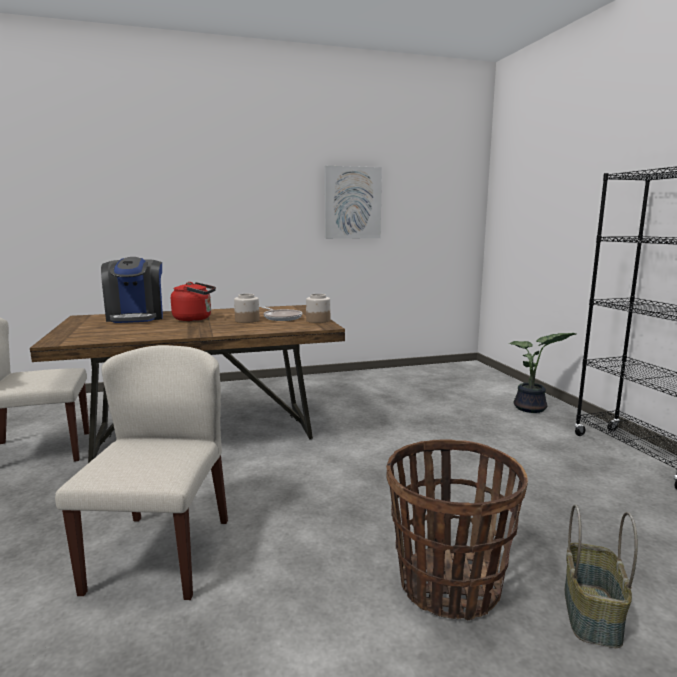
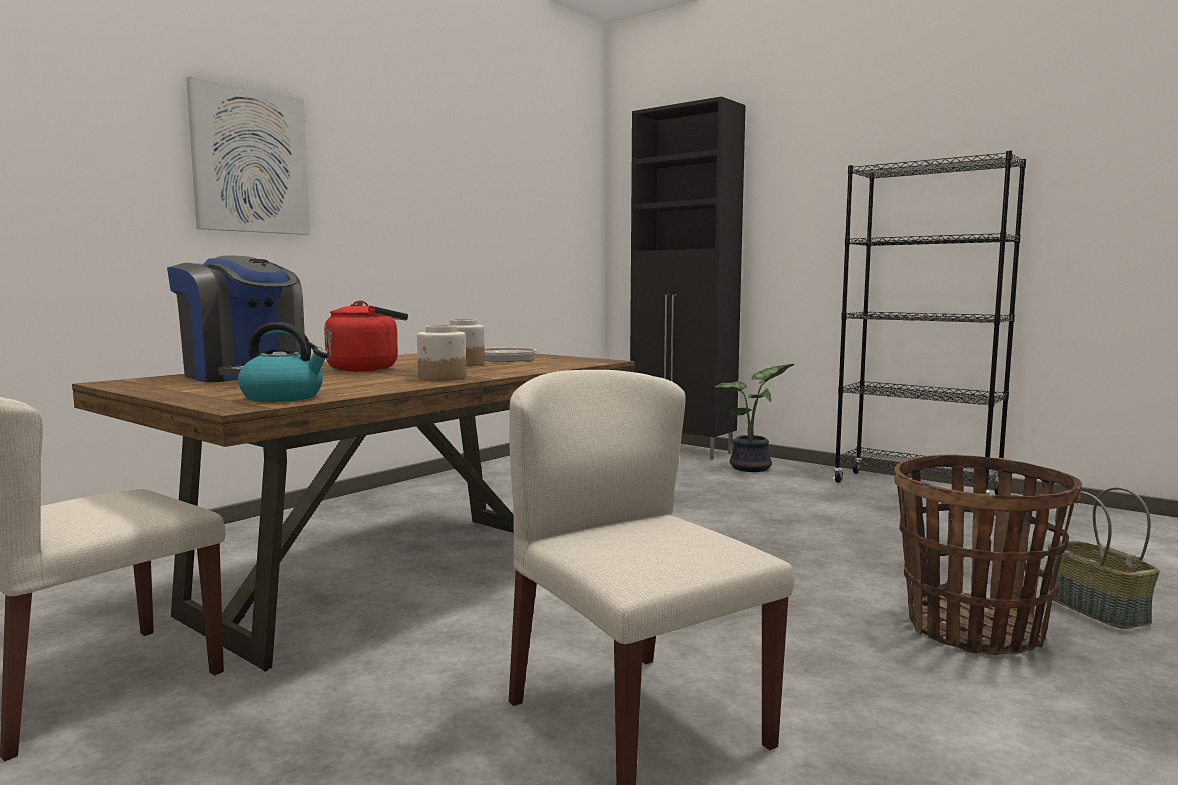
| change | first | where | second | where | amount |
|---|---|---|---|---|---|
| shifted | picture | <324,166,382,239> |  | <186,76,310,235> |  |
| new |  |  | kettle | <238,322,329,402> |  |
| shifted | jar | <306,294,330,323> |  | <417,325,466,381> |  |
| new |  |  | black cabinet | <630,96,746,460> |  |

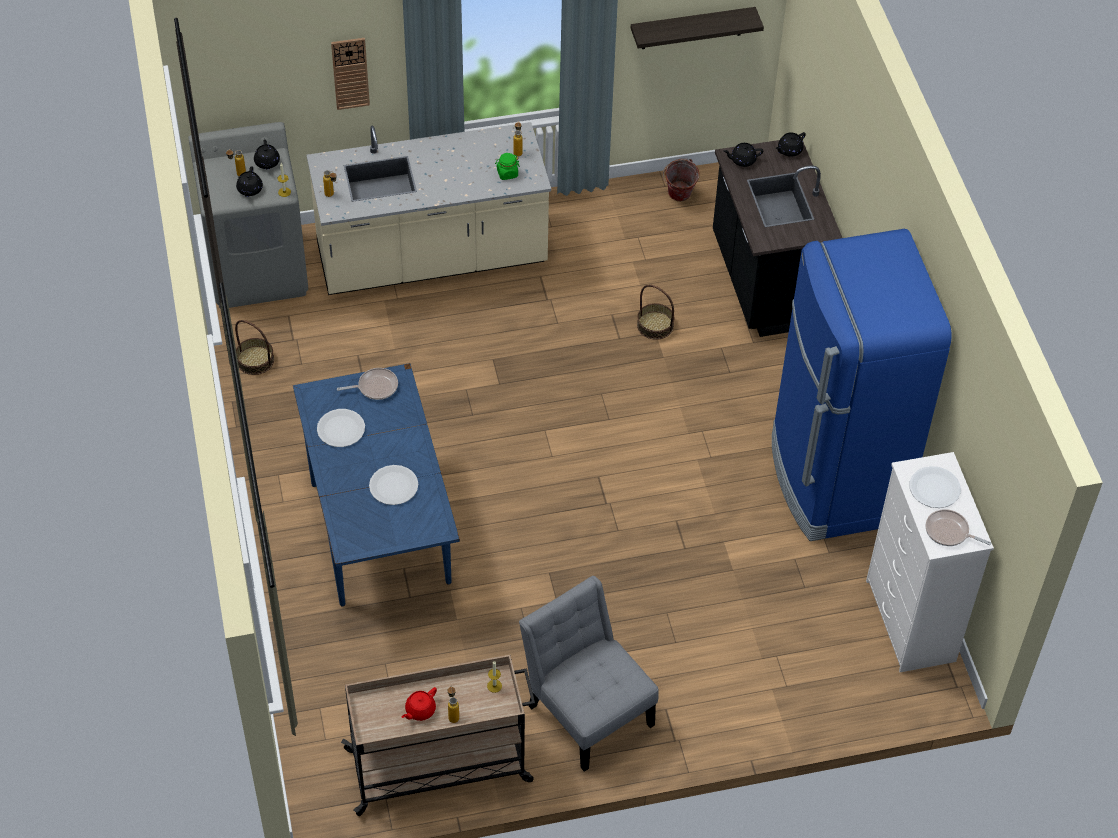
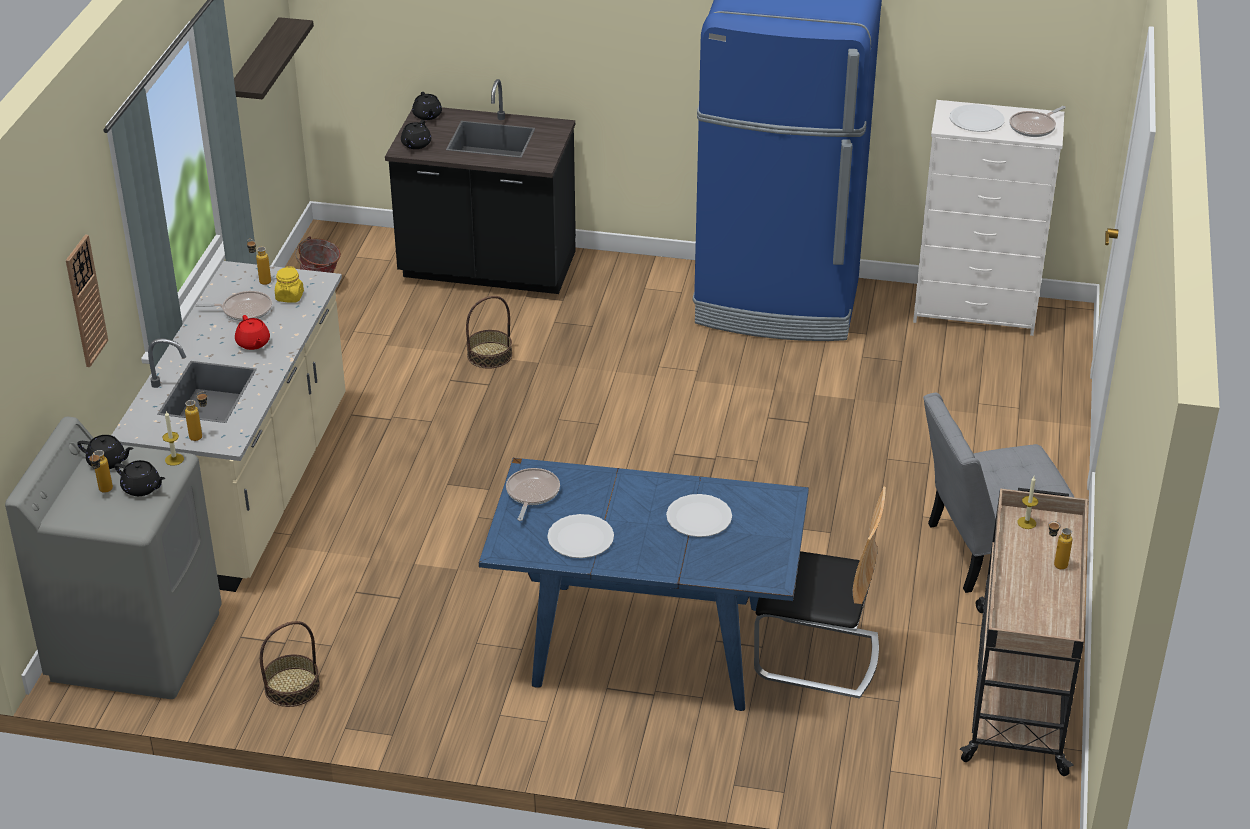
| change | first | where | second | where | amount |
|---|---|---|---|---|---|
| new |  |  | frying pan | <195,291,272,321> |  |
| shifted | red teapot | <402,687,437,721> |  | <235,315,270,350> |  |
| repainted | green jar | <495,153,520,180> | yellow jar | <275,266,304,303> |  |
| new |  |  | chair | <754,487,886,699> |  |

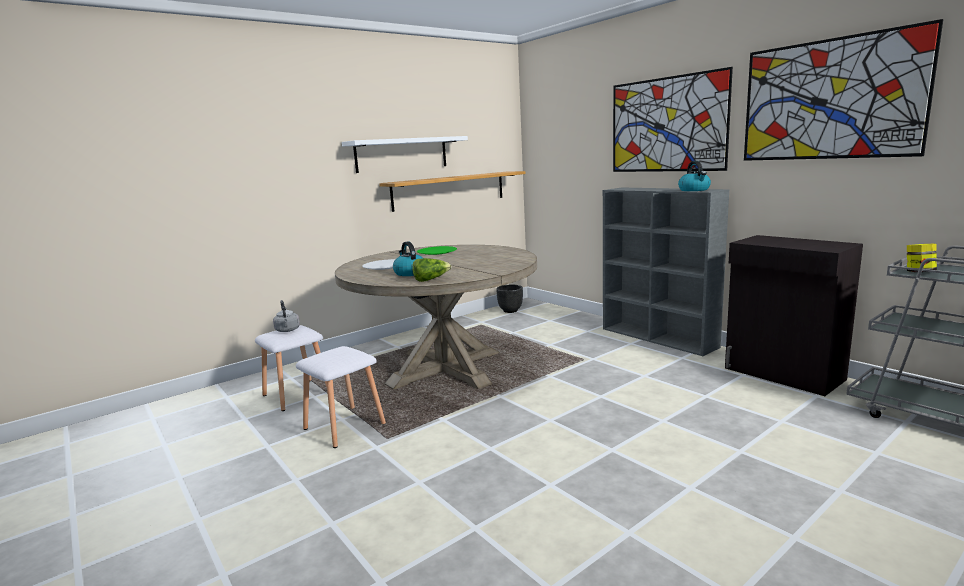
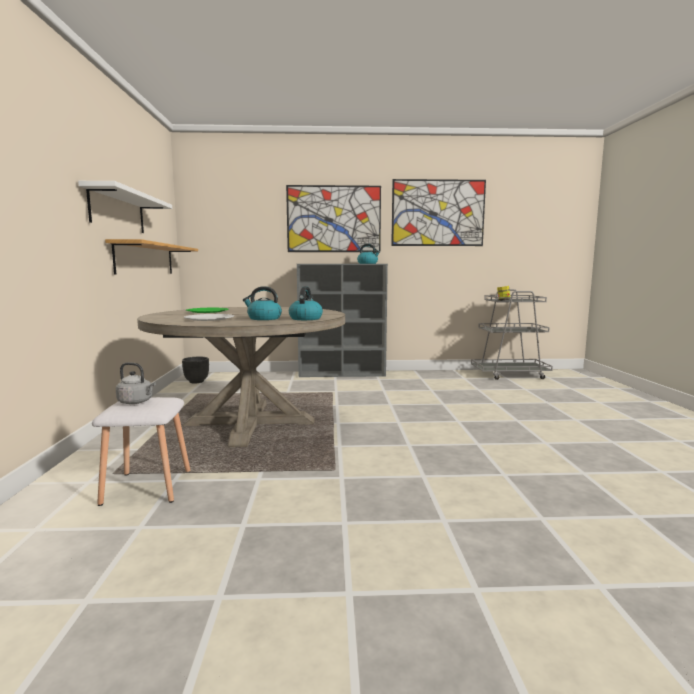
| change | first | where | second | where | amount |
|---|---|---|---|---|---|
| swapped | lettuce | <412,258,452,282> | kettle | <289,286,323,320> |  |
| gone | white stool | <296,346,386,448> |  |  |  |
| gone | black cabinet | <725,235,863,396> |  |  |  |

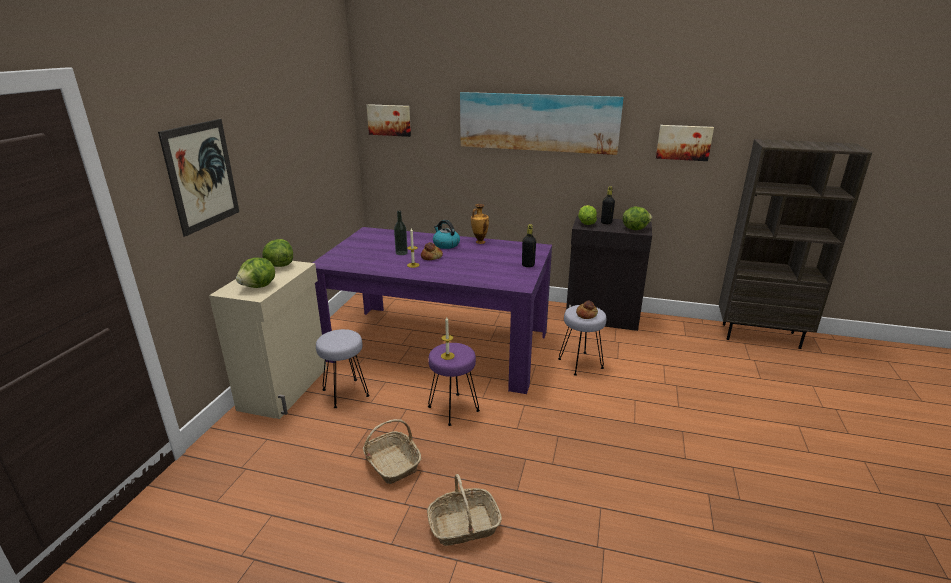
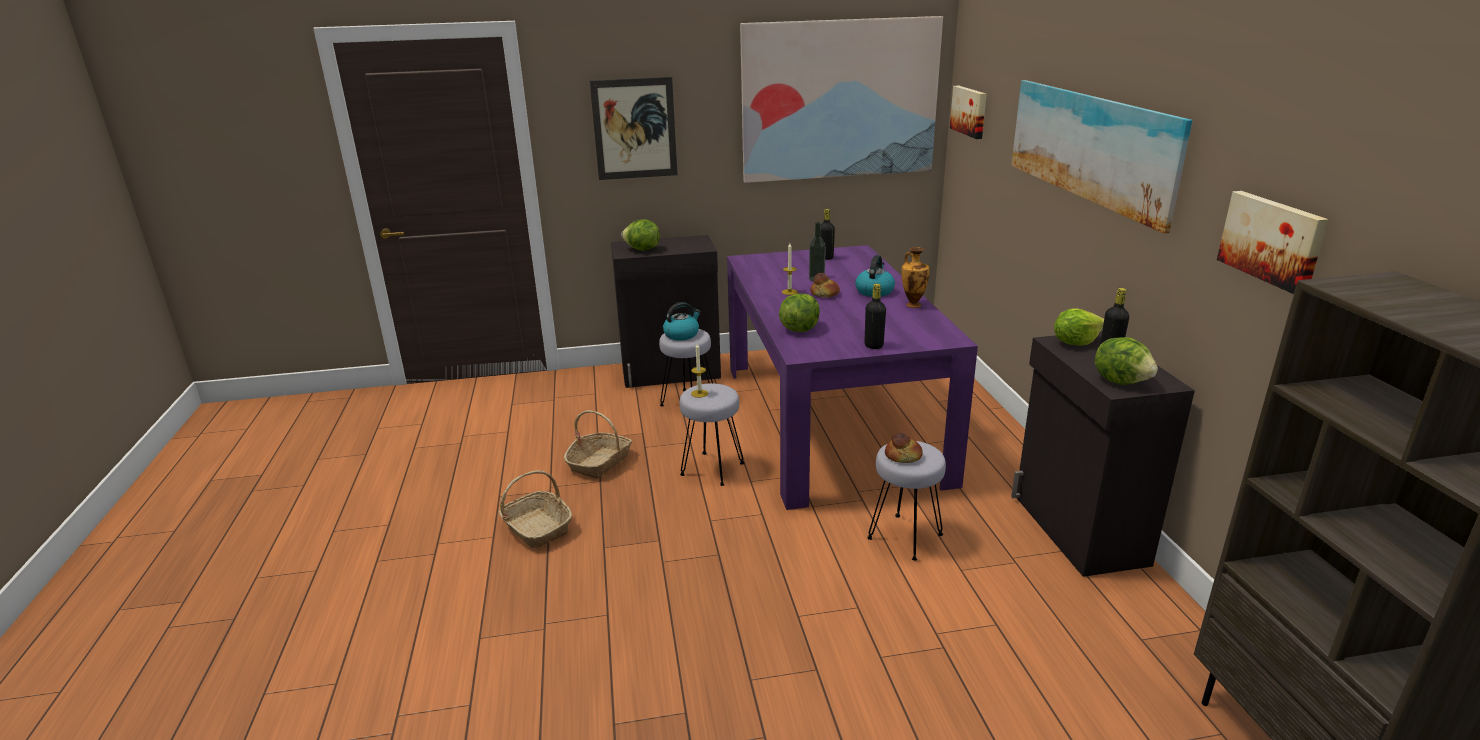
| change | first | where | second | where | amount |
|---|---|---|---|---|---|
| repainted | beige cabinet | <209,261,327,419> | black cabinet | <611,235,721,388> |  |
| new |  |  | kettle | <663,302,701,341> |  |
| repainted | purple stool | <428,343,480,426> | grey stool | <679,383,744,486> |  |
| new |  |  | picture | <740,16,943,183> |  |
| shifted | lettuce | <262,239,293,267> |  | <779,294,820,332> |  |
| new |  |  | black bottle | <821,209,835,260> |  |

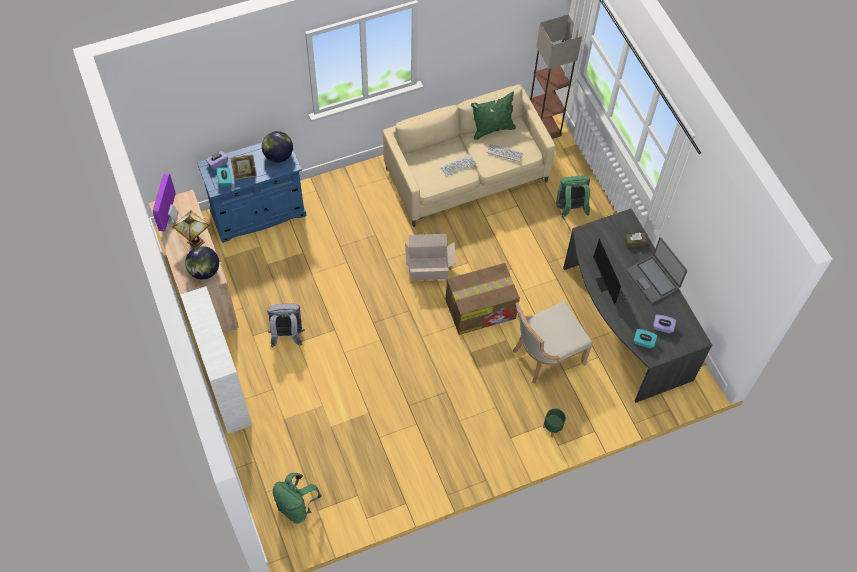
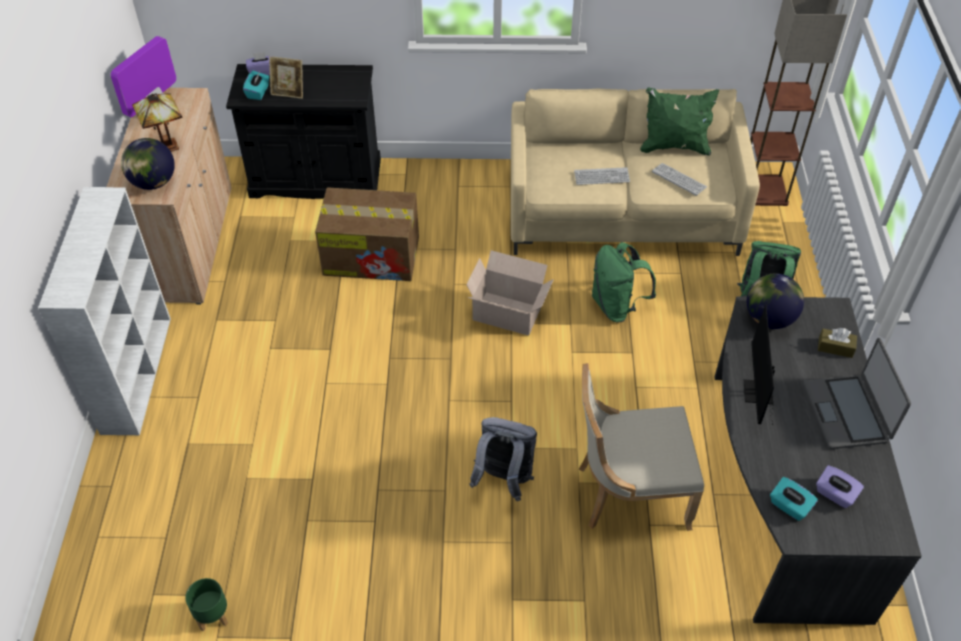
| change | first | where | second | where | amount |
|---|---|---|---|---|---|
| shifted | green planter | <543,409,566,437> |  | <185,578,228,631> |  |
| repainted | blue cabinet | <197,143,306,243> | black cabinet | <226,64,381,199> |  |
| shifted | cardboard box | <445,263,520,335> |  | <315,187,419,281> |  |
| shifted | grey backpack | <267,303,305,347> |  | <469,417,537,501> |  |
| shifted | green backpack | <273,473,322,524> |  | <592,242,656,322> |  |
| shifted | globe | <262,131,293,163> |  | <747,273,804,329> |  |

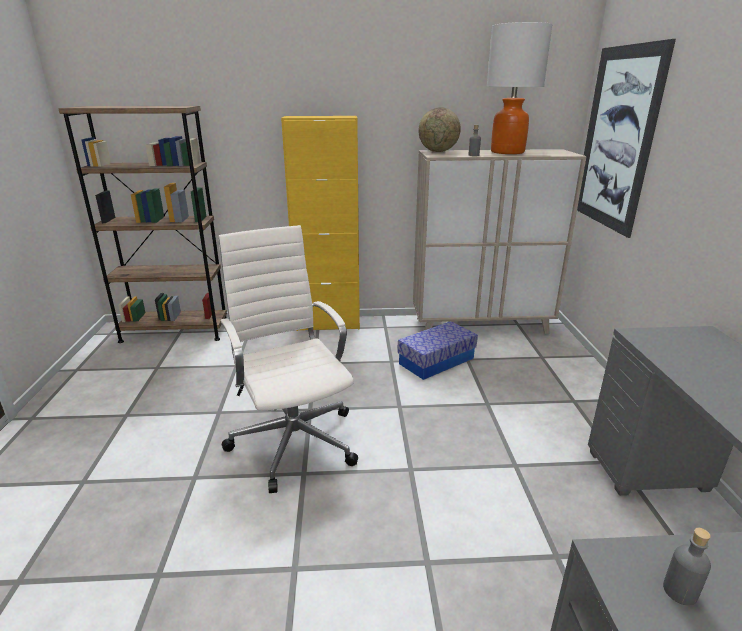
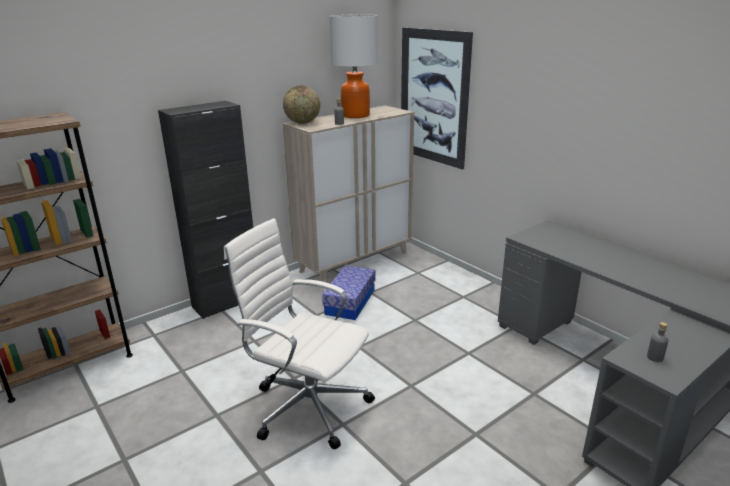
| change | first | where | second | where | amount |
|---|---|---|---|---|---|
| repainted | yellow cabinet | <281,116,360,331> | black cabinet | <158,101,253,319> |  |

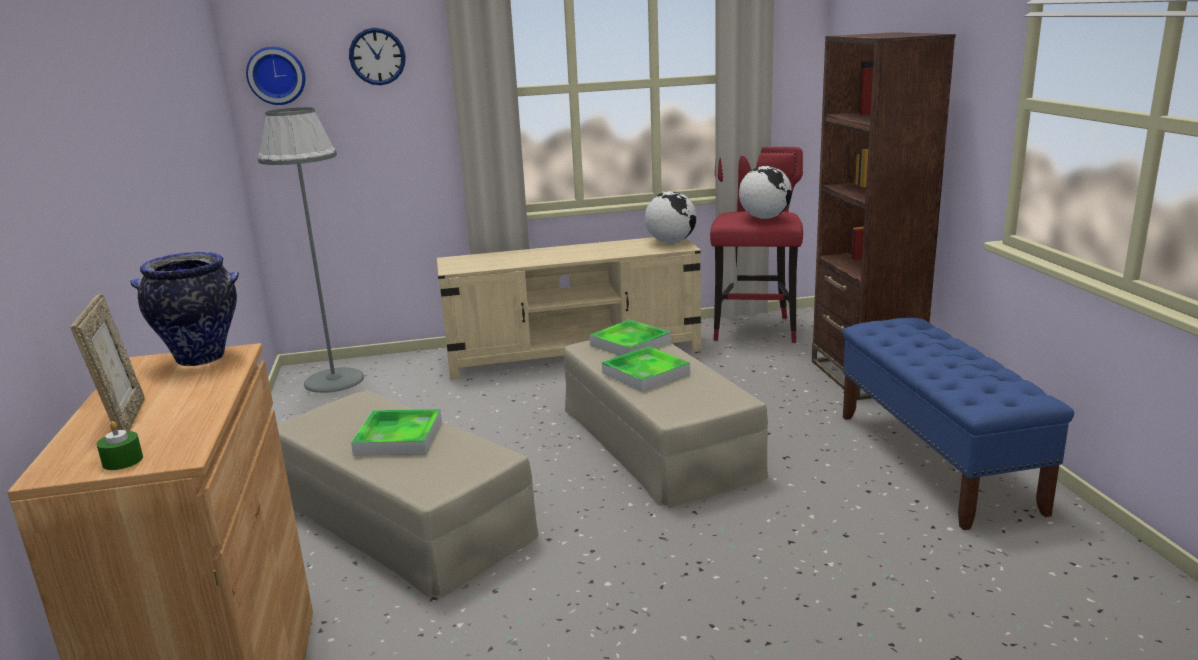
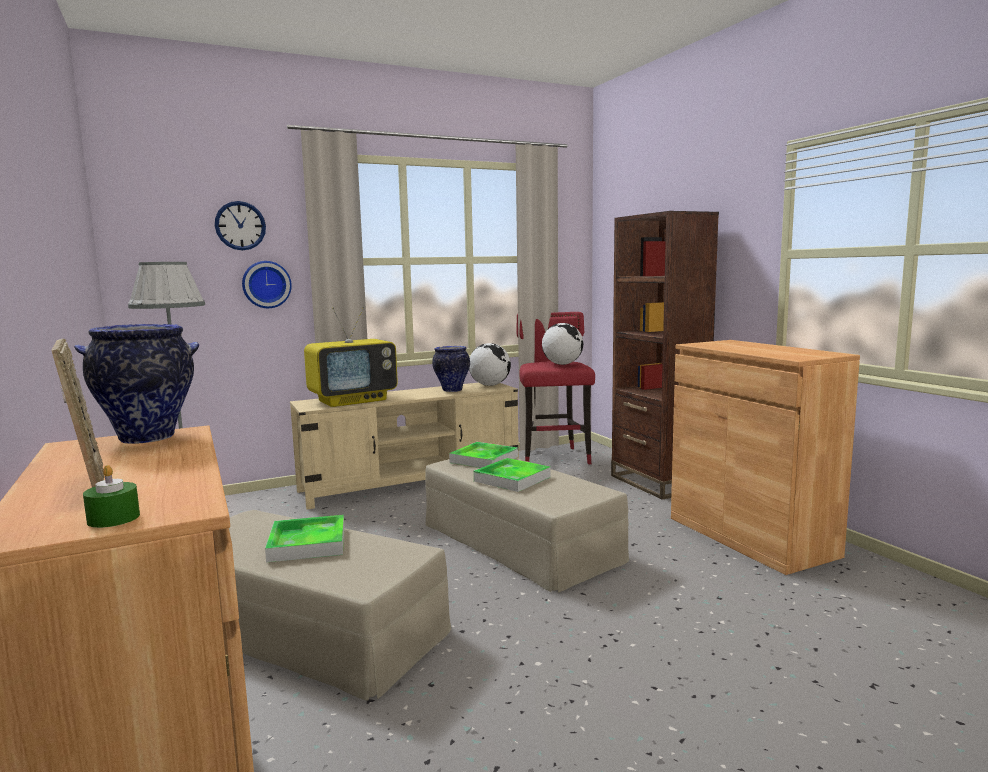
| change | first | where | second | where | amount |
|---|---|---|---|---|---|
| shifted | wall clock | <246,47,305,105> |  | <242,261,292,308> |  |
| new |  |  | television | <304,307,398,407> |  |
| new |  |  | vase | <432,346,470,392> |  |
| swapped | blue bench | <843,318,1074,530> | brown cabinet | <671,340,860,575> |  |

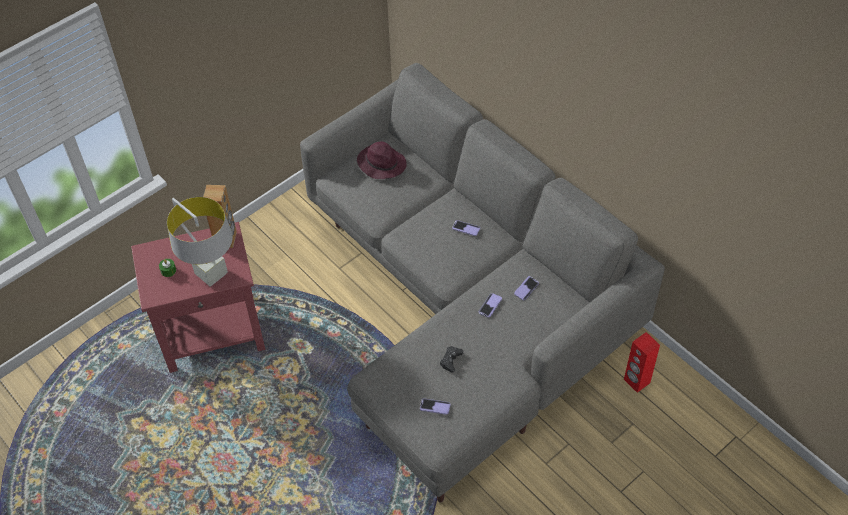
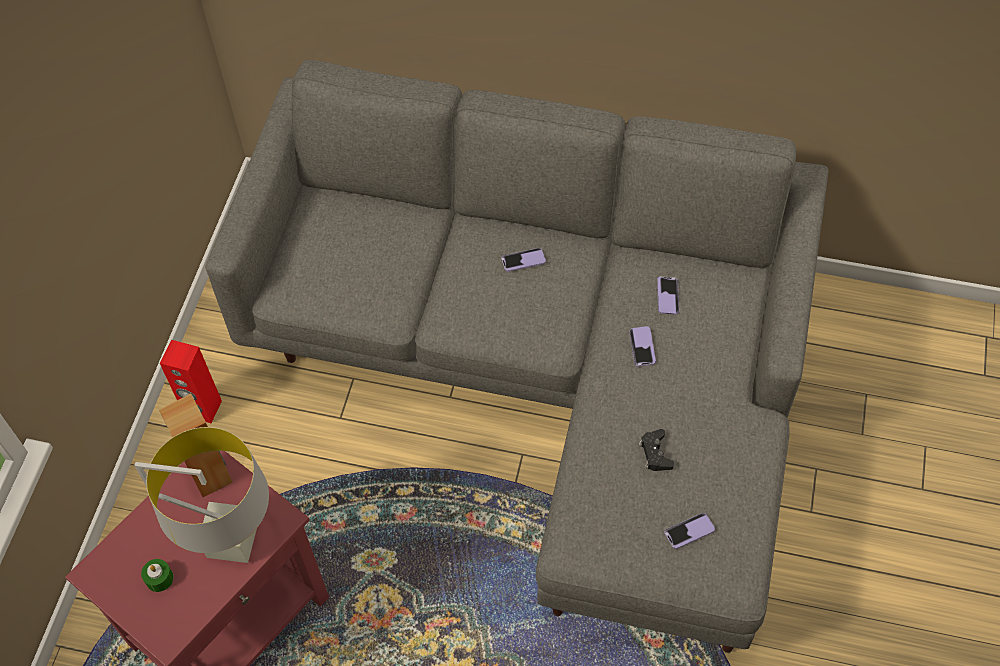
| change | first | where | second | where | amount |
|---|---|---|---|---|---|
| shifted | red speaker | <624,332,660,393> |  | <160,340,222,423> |  |
| gone | purple hat | <357,142,407,179> |  |  |  |

